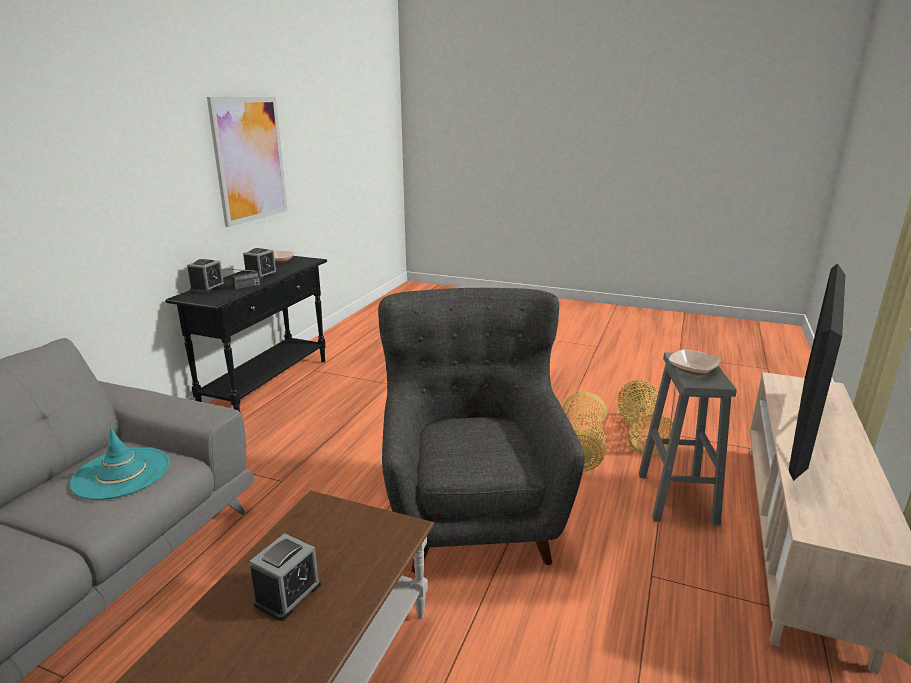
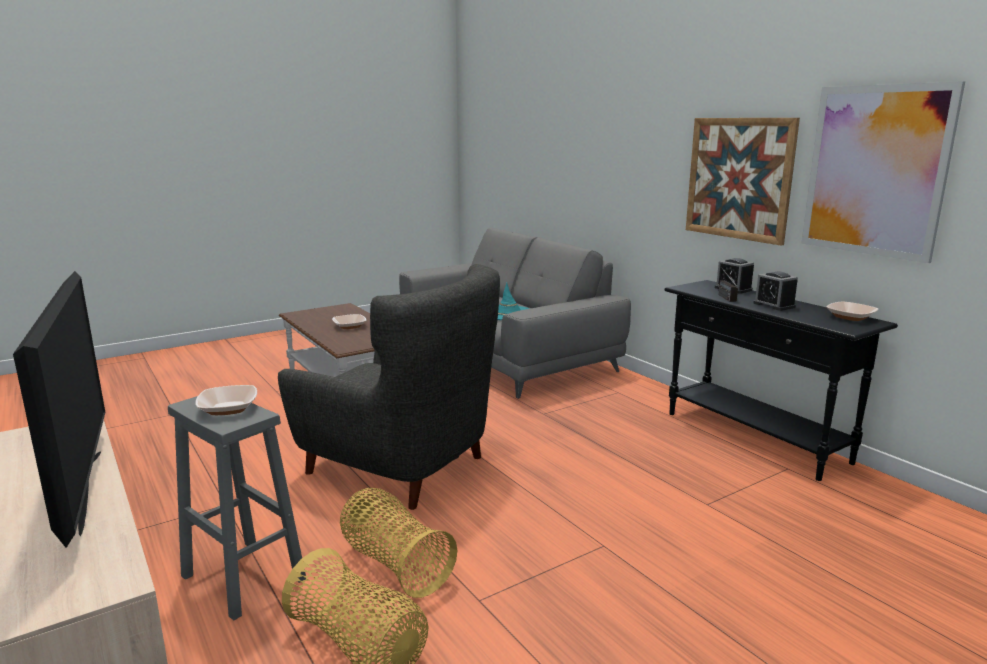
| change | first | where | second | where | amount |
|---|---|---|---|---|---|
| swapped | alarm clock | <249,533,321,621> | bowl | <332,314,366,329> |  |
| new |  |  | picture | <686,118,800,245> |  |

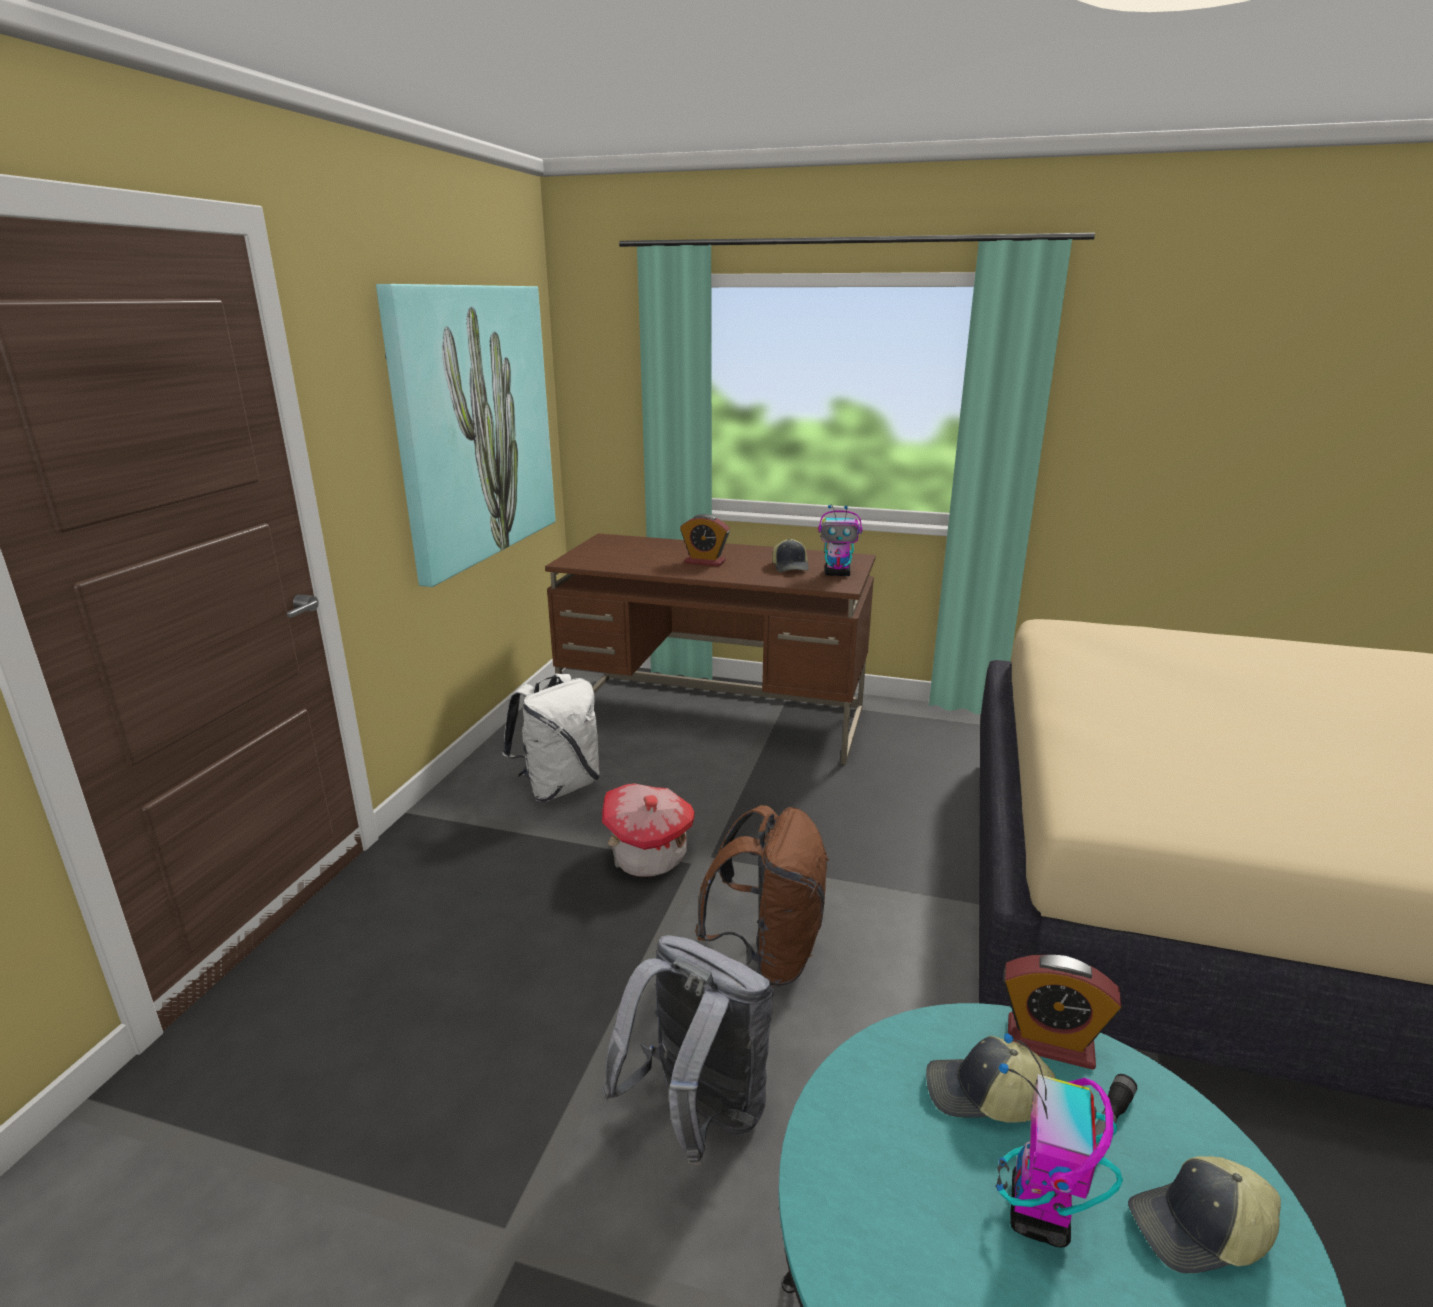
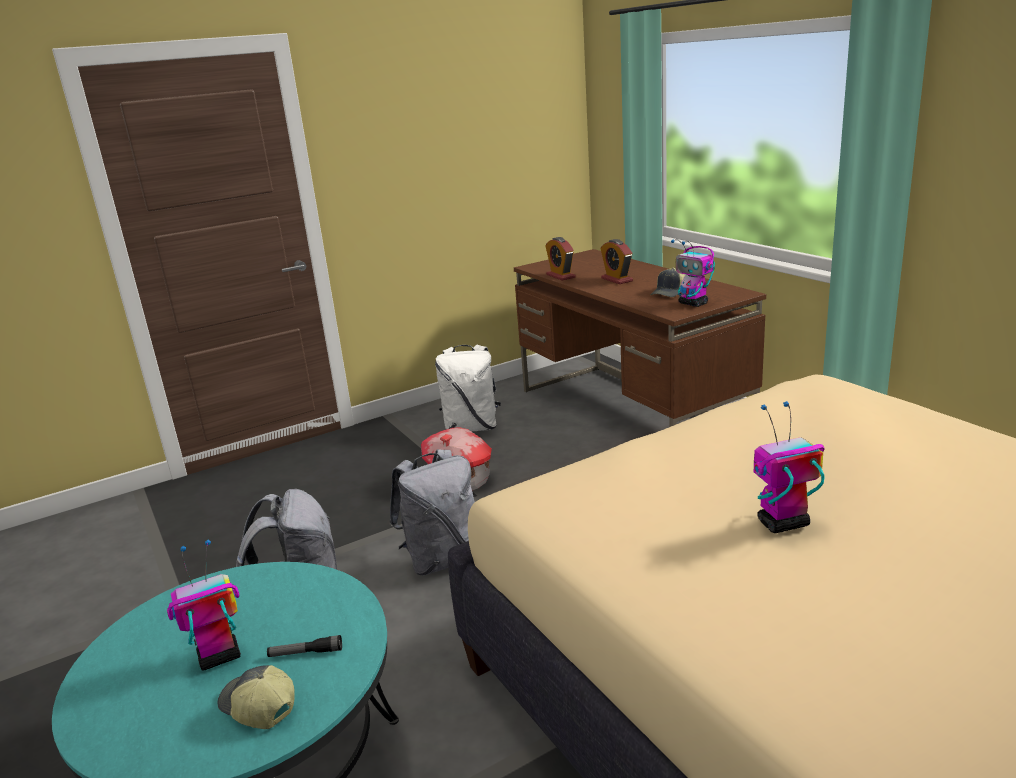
| change | first | where | second | where | amount |
|---|---|---|---|---|---|
| repainted | brown backpack | <695,805,829,986> | grey backpack | <389,449,475,575> |  |
| shifted | alarm clock | <1003,955,1122,1070> |  | <545,237,576,280> |  |
| new |  |  | toy robot | <754,401,825,533> |  |
| gone | picture | <376,284,556,587> |  |  |  |
| gone | cap | <926,1036,1055,1123> |  |  |  |

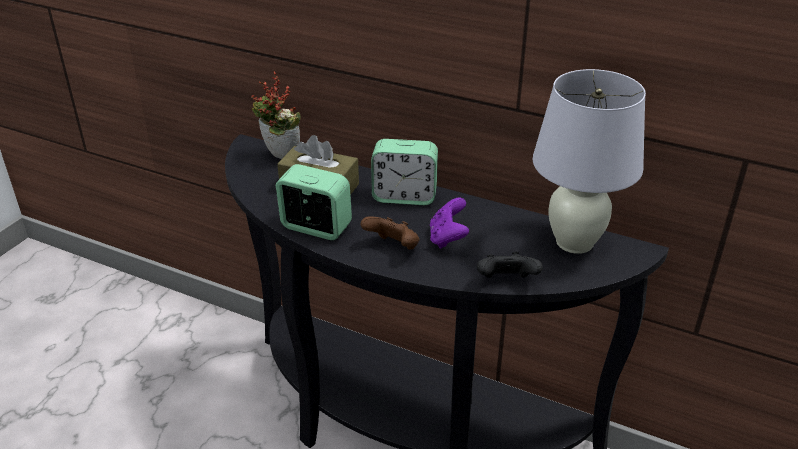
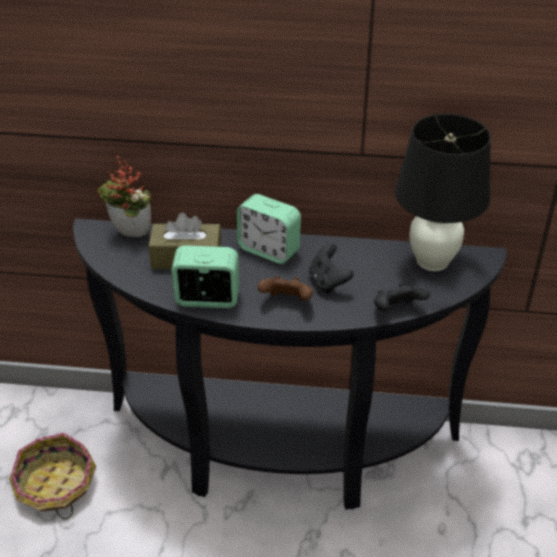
| change | first | where | second | where | amount |
|---|---|---|---|---|---|
| new |  |  | basket | <9,433,96,519> |  |
| rotated | alarm clock | <371,139,438,205> |  | <237,194,301,264> | 45 degrees clockwise |
| repainted | purple game controller | <430,198,469,249> | black game controller | <309,243,354,293> |  |
| repainted | white table lamp | <533,69,646,254> | black table lamp | <395,114,491,271> |  |

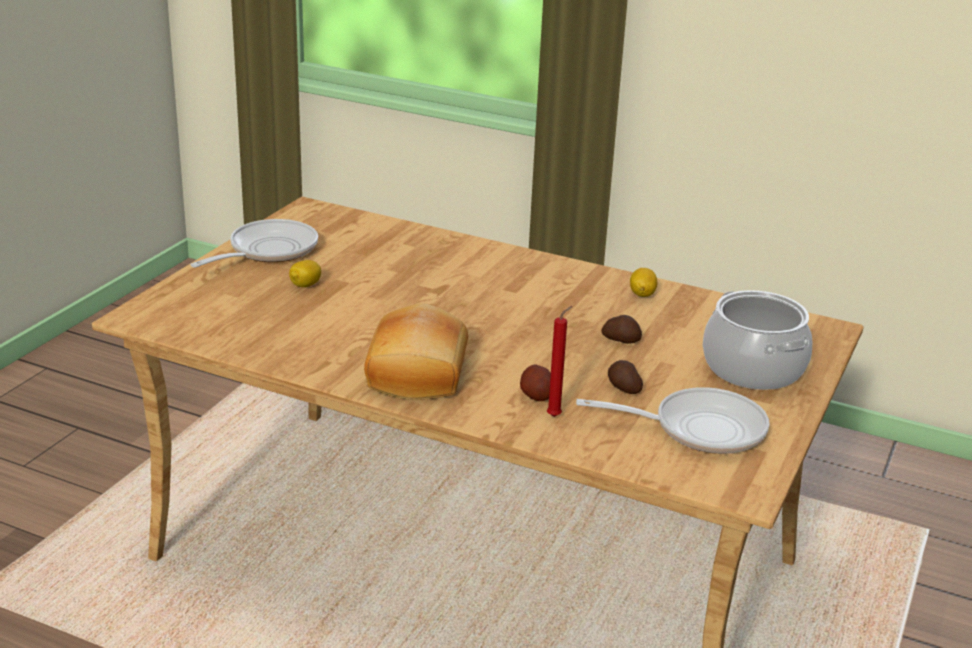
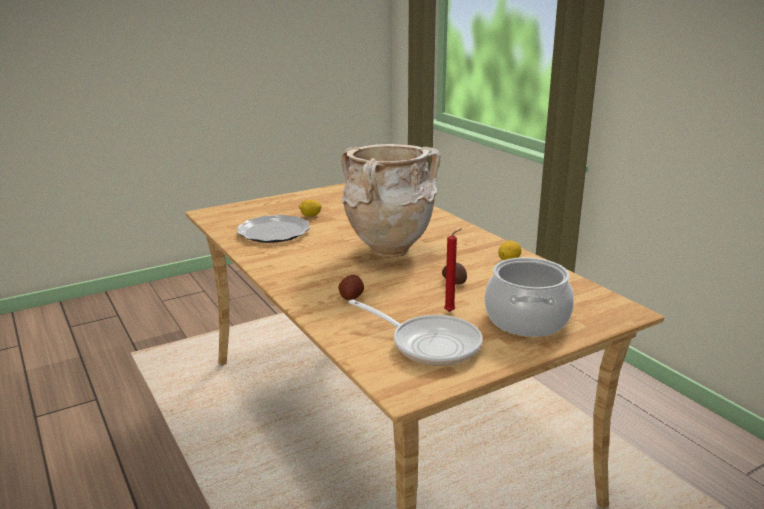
| change | first | where | second | where | amount |
|---|---|---|---|---|---|
| new |  |  | plate | <237,215,310,243> |  |
| new |  |  | beige vase | <341,144,441,258> |  |
| shifted | red candle | <547,306,572,417> |  | <444,228,462,312> |  |
| gone | frying pan | <190,219,318,268> |  |  |  |
| gone | bread | <364,304,468,400> |  |  |  |
| gone | potato | <608,360,643,394> |  |  |  |

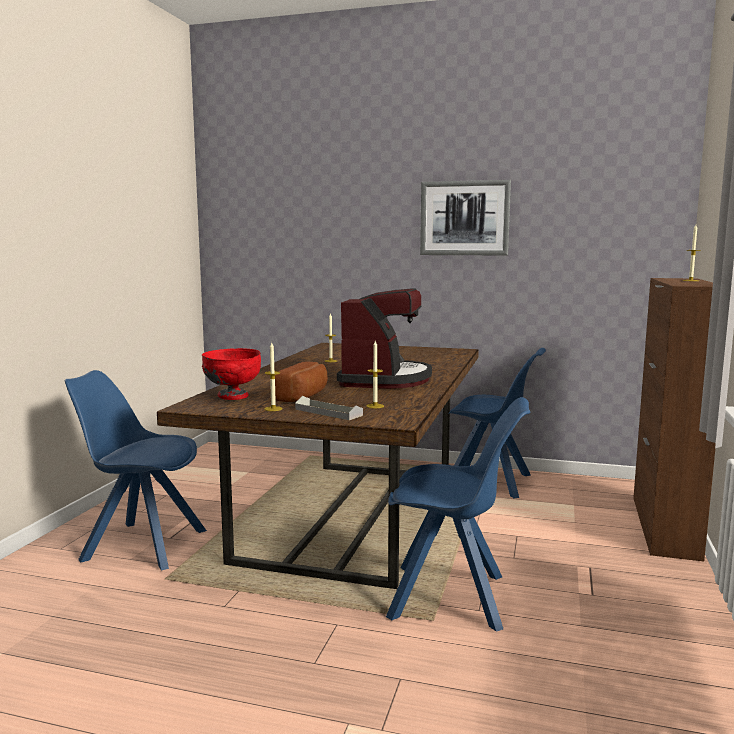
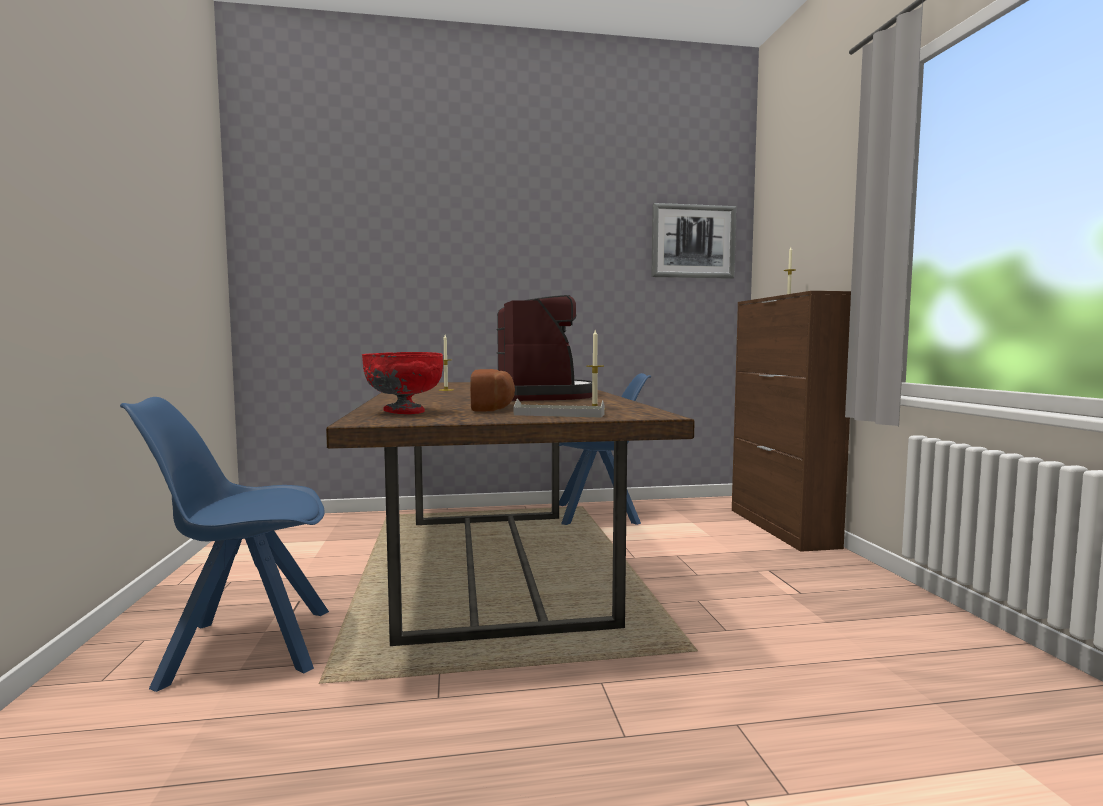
| change | first | where | second | where | amount |
|---|---|---|---|---|---|
| shifted | picture | <420,180,511,255> |  | <652,203,737,279> |  |
| gone | candle | <264,343,283,411> |  |  |  |
| gone | blue chair | <386,397,530,632> |  |  |  |

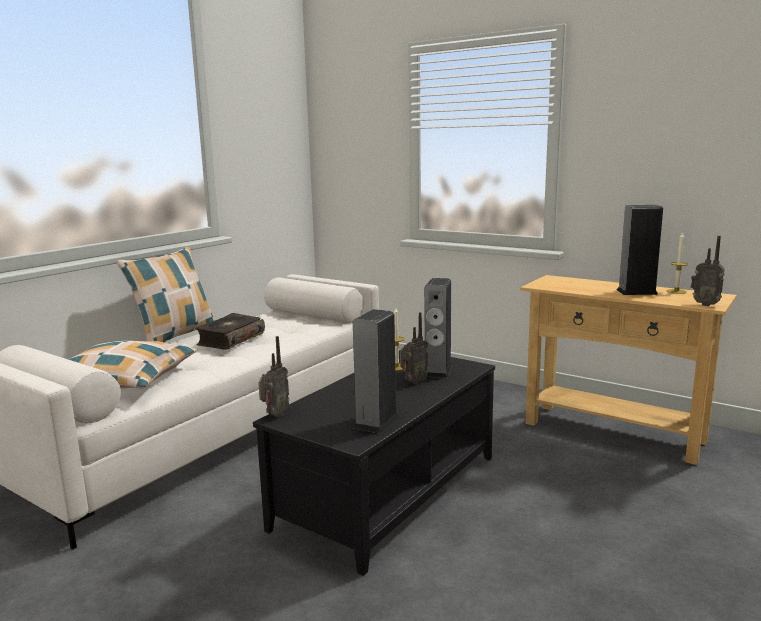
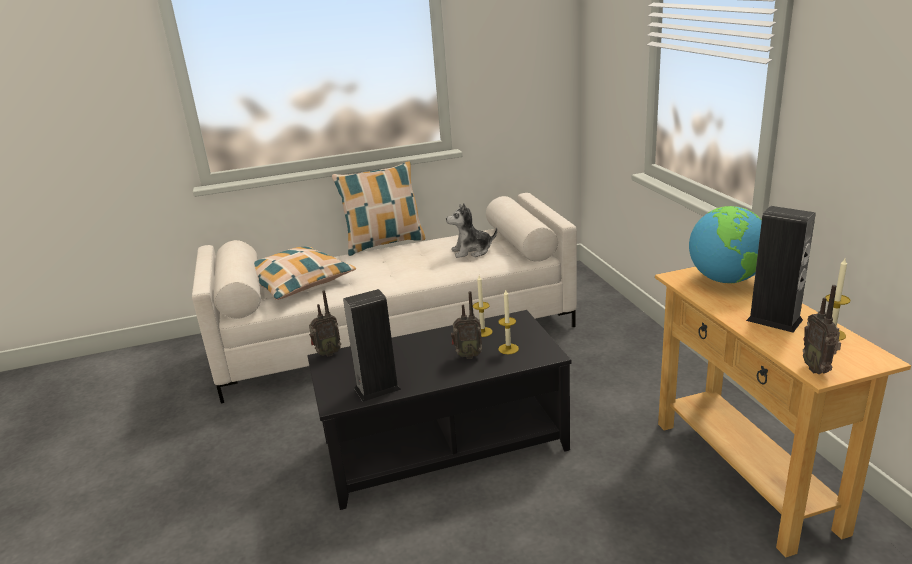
| change | first | where | second | where | amount |
|---|---|---|---|---|---|
| new |  |  | plush toy | <446,203,497,258> |  |
| swapped | speaker | <424,278,452,378> | candle | <498,290,519,354> |  |
| new |  |  | globe | <689,206,762,283> |  |
| gone | book | <195,313,265,350> |  |  |  |

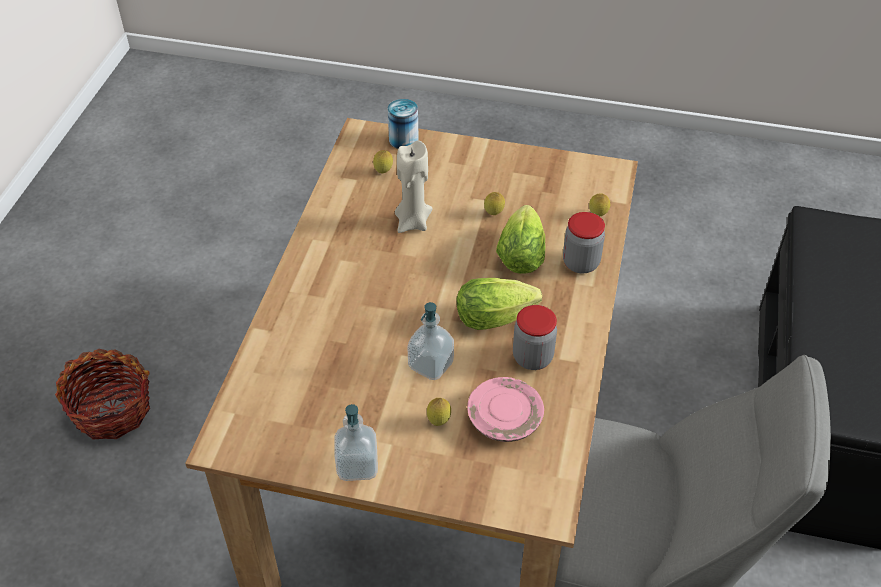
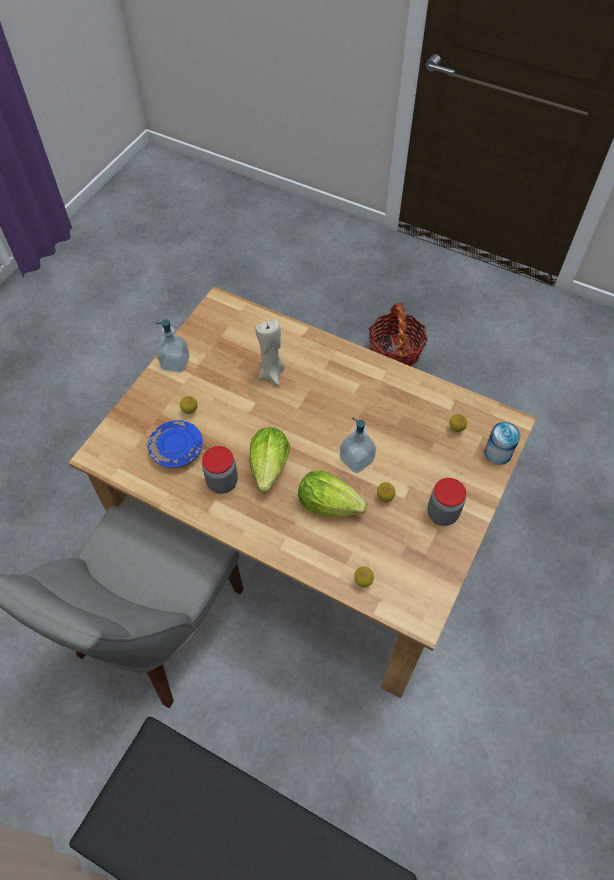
| change | first | where | second | where | amount |
|---|---|---|---|---|---|
| repainted | pink plate | <467,377,544,442> | blue plate | <148,420,203,468> |  |
| shifted | beige candle | <395,141,433,233> |  | <256,319,285,386> |  |
| shifted | soap dispenser | <407,302,454,380> |  | <340,418,376,473> |  |
| shifted | jar | <563,212,605,273> |  | <427,478,466,526> |  |

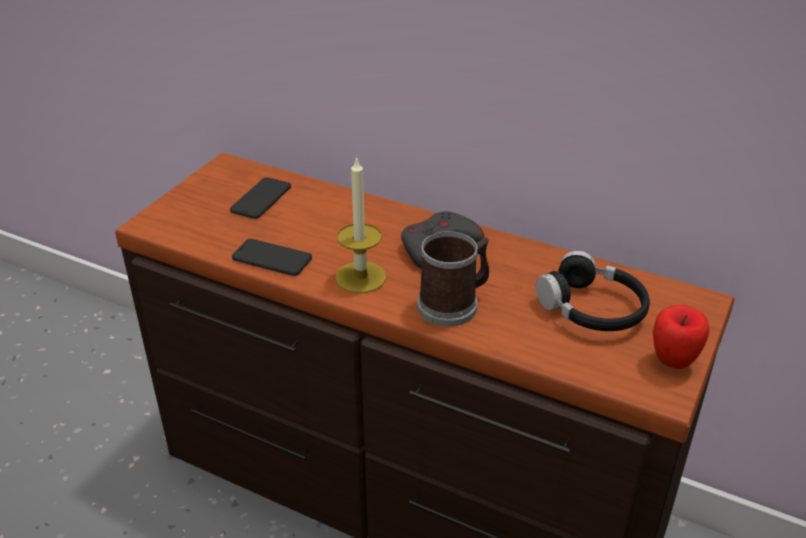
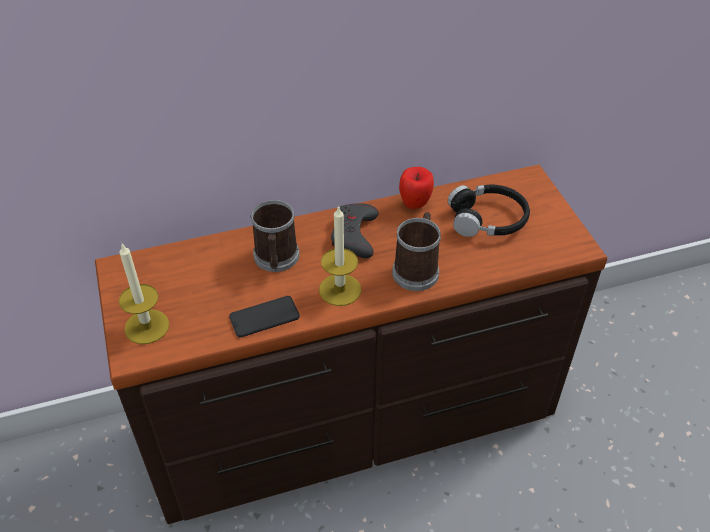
| change | first | where | second | where | amount |
|---|---|---|---|---|---|
| new |  |  | candle | <119,244,169,344> |  |
| new |  |  | mug | <250,200,300,272> |  |
| shifted | apple | <653,305,710,369> |  | <399,167,434,209> |  |
| gone | phone | <230,178,291,219> |  |  |  |

